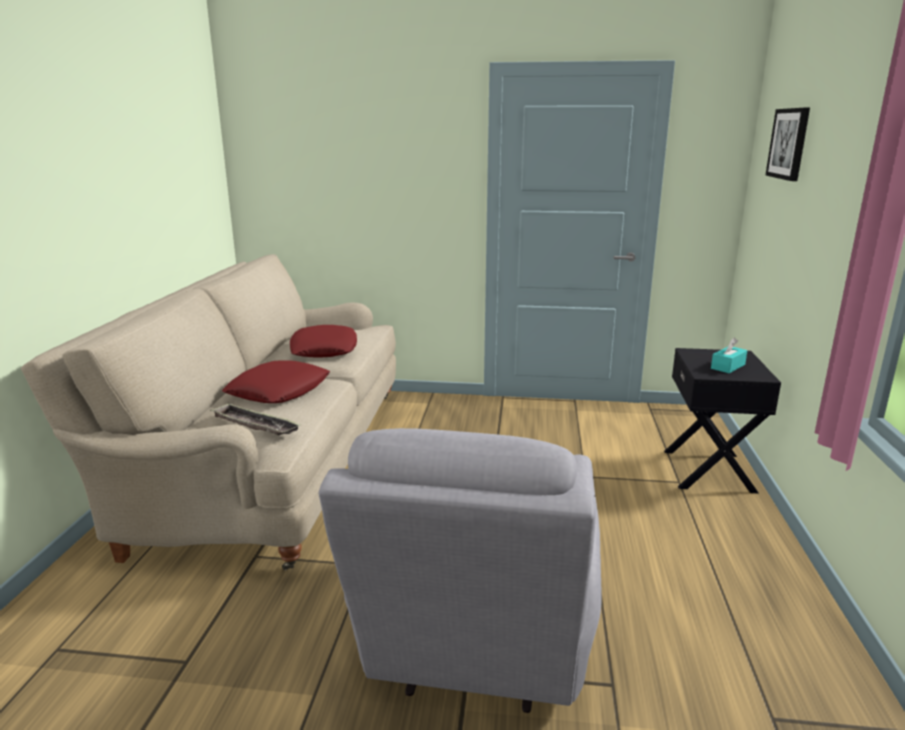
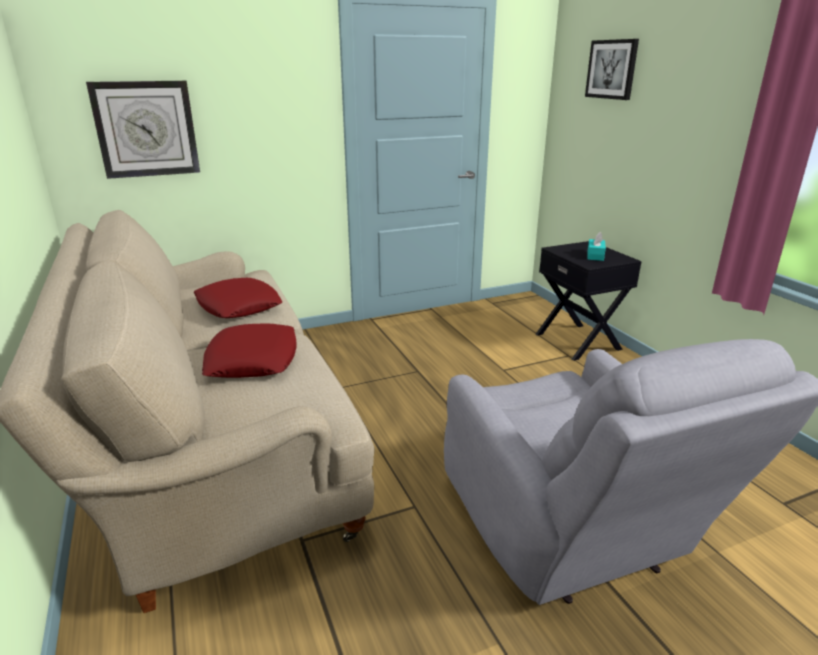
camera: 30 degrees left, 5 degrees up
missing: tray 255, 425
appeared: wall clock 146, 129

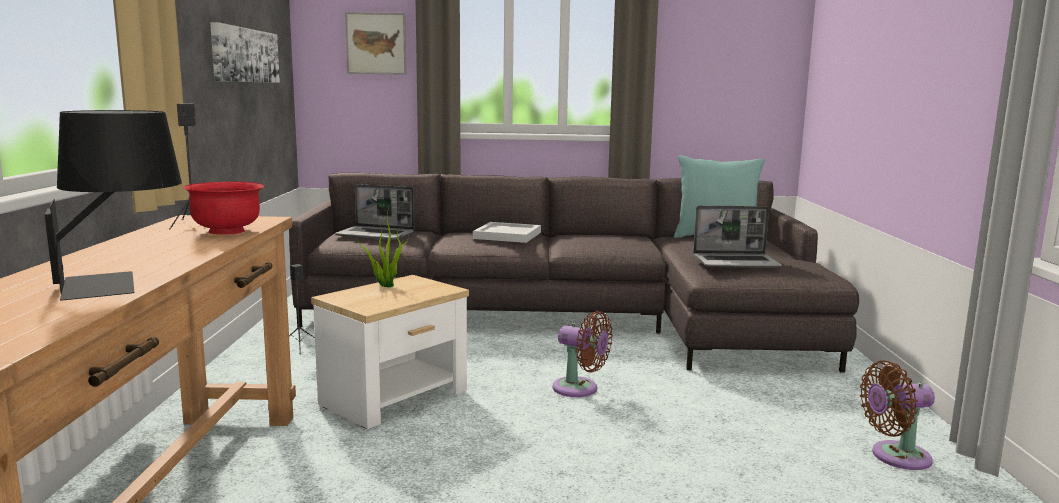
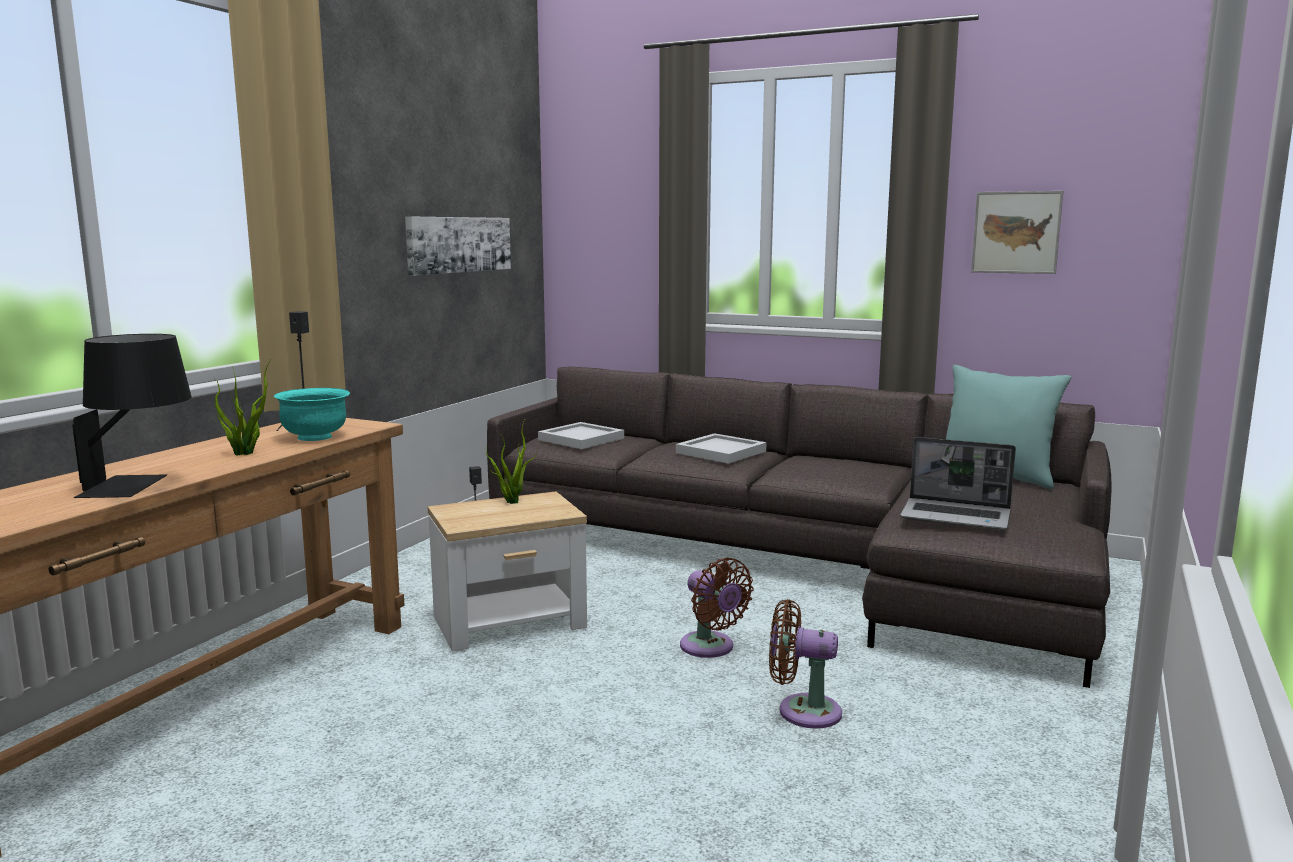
camera: 25 degrees right, 0 degrees up
appeared: potted plant 247, 453
relocated: picture 376, 43 to 1016, 232; brown fan 895, 457 to 802, 711
exchanged: laptop 376, 234 to white tray 582, 439
colour: red bowl 227, 231 to turquoise bowl 315, 437

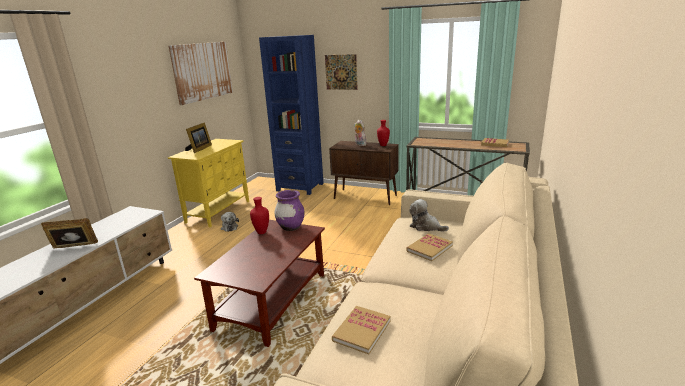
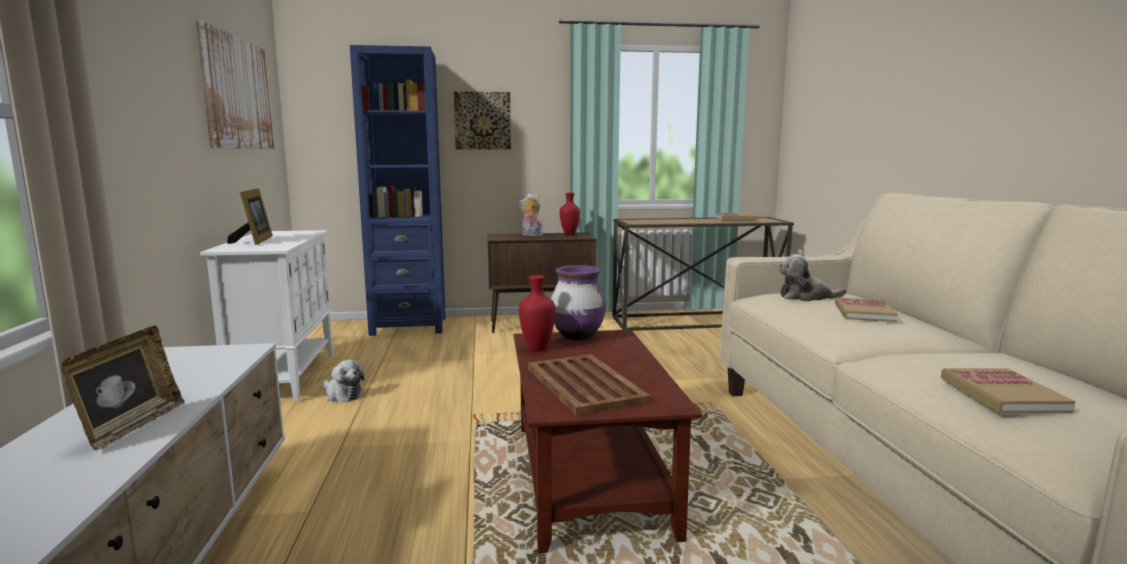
camera: 30 degrees left, 10 degrees down
appeared: brown tray 584, 384
colour: yellow cabinet 219, 211 to white cabinet 284, 377
spun: picture frame 74, 248 = 131, 426 135 degrees clockwise

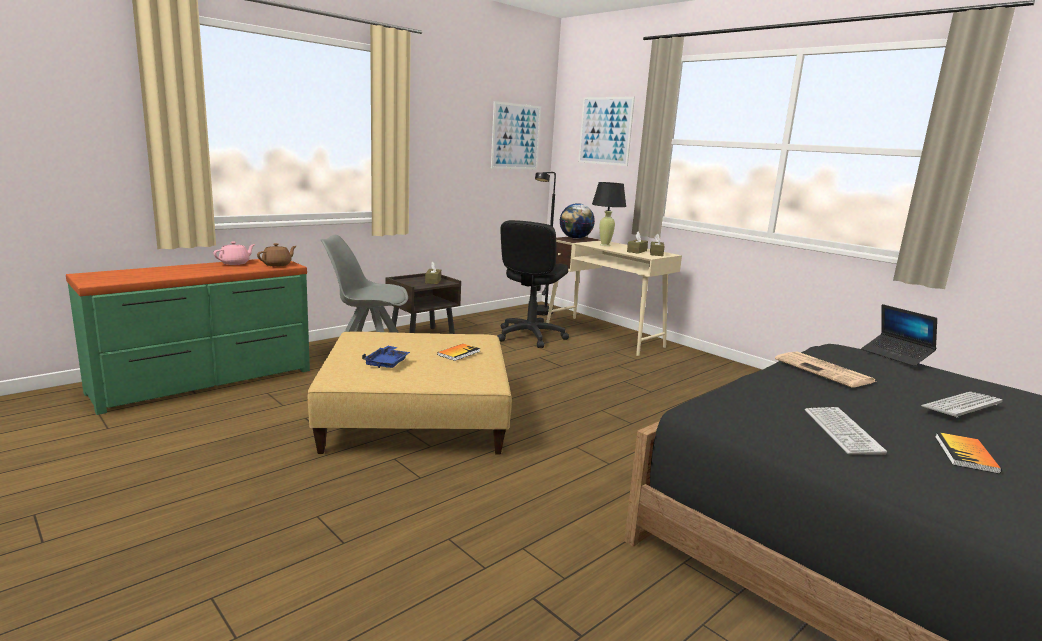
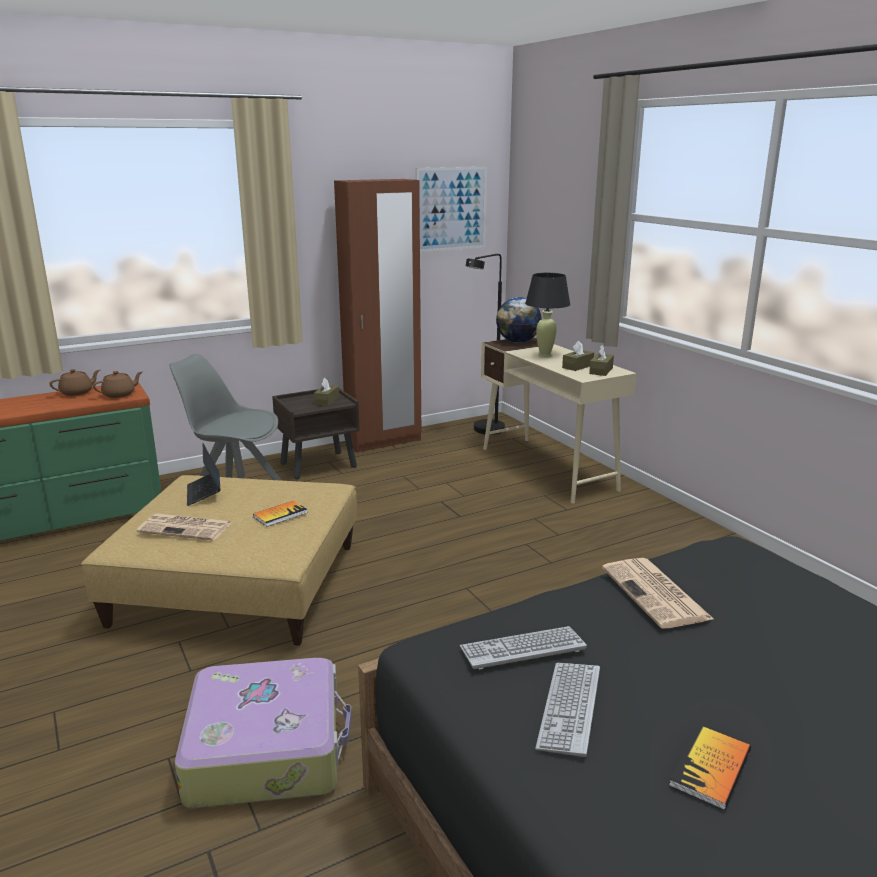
camera: 15 degrees right, 5 degrees up
missing: picture 605, 131; black office chair 530, 336
appeared: brown wardrobe 384, 442; suitcase 267, 748
relocated: laptop 896, 355 to 204, 493; keyboard 961, 405 to 522, 648
exchanged: blue tray 387, 363 to newspaper 187, 528
colour: pink teapot 235, 263 to brown teapot 77, 392

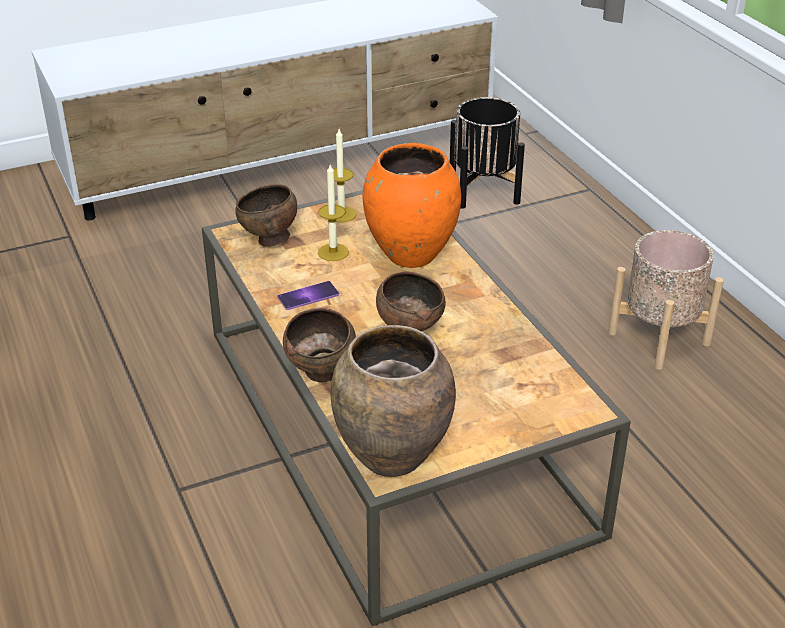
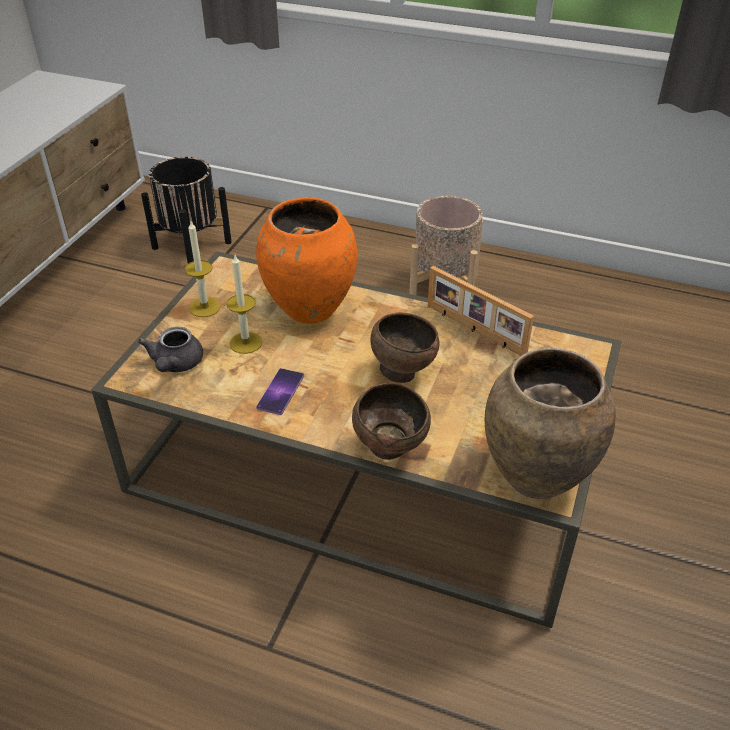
camera: 45 degrees left, 5 degrees up
appeared: picture frame 474, 330
exchanged: brown bowl 269, 241 to grey teapot 175, 365

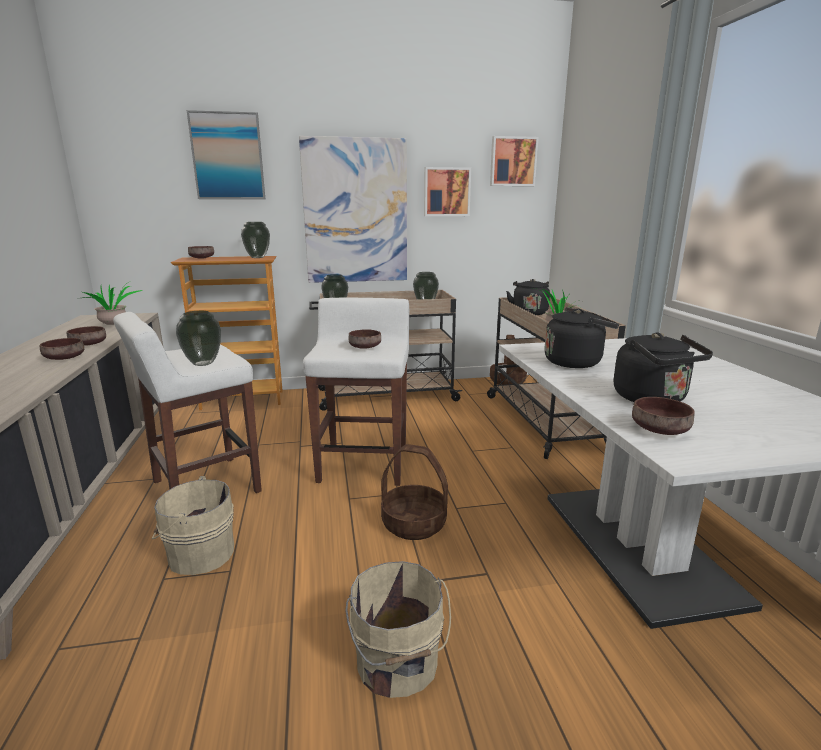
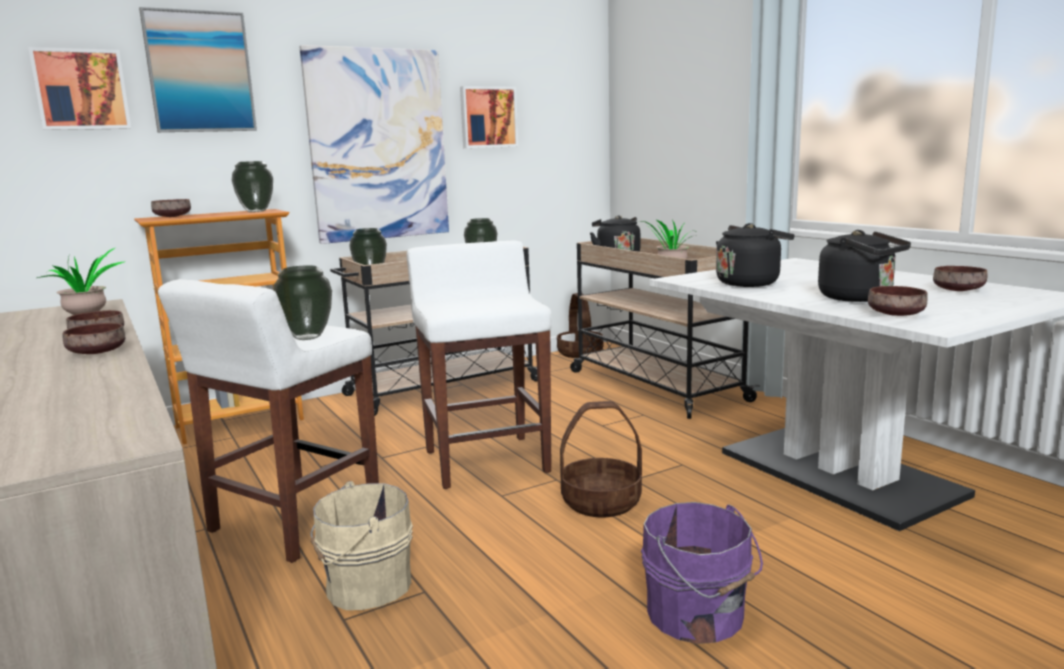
camera: 20 degrees left, 5 degrees down
relocated: picture 512, 161 to 81, 90; brown bowl 365, 347 to 957, 290
colour: beige bucket 397, 664 to purple bucket 698, 617

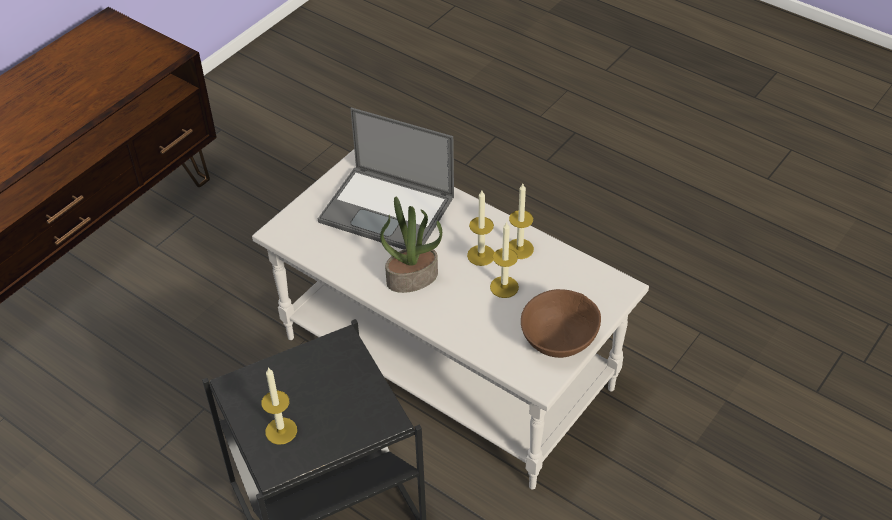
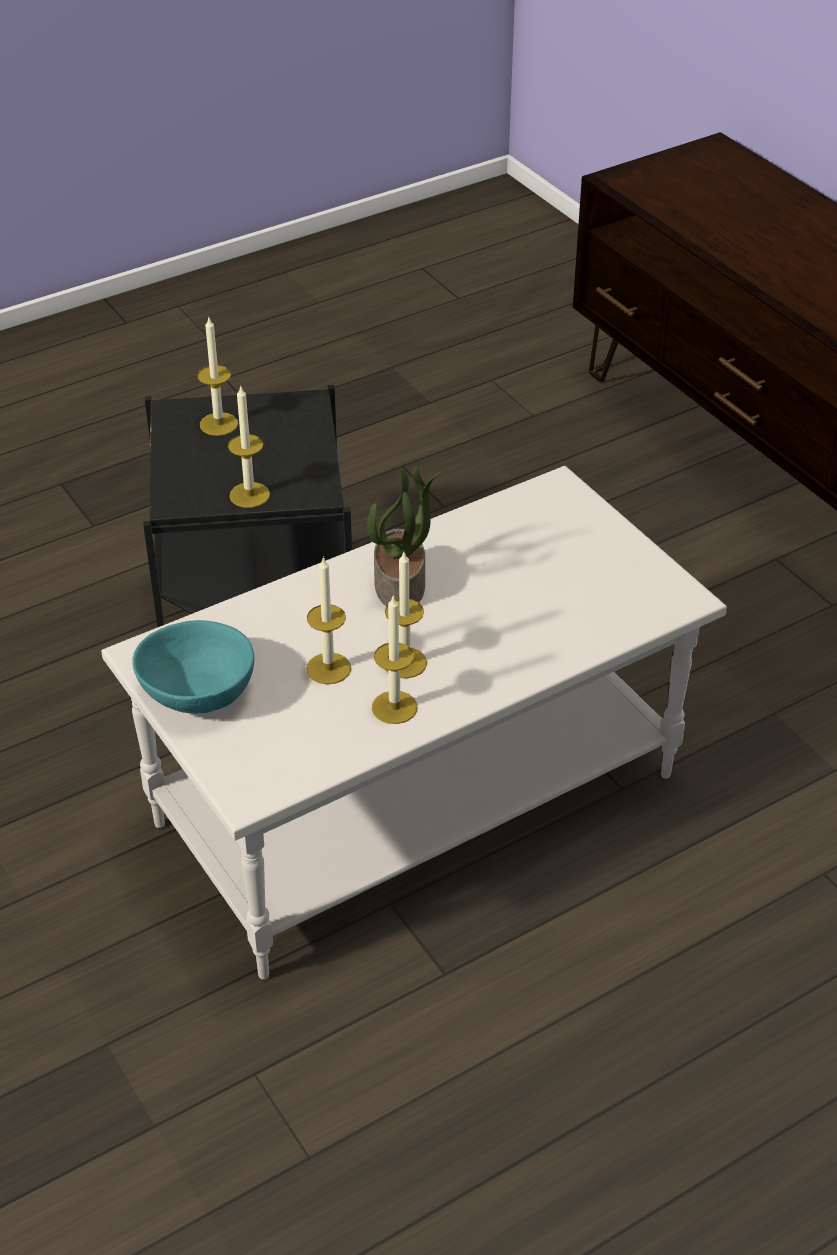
camera: 110 degrees right, 5 degrees down
missing: laptop 388, 209
appeared: candle 249, 495
colour: brown bowl 559, 338 to turquoise bowl 199, 694

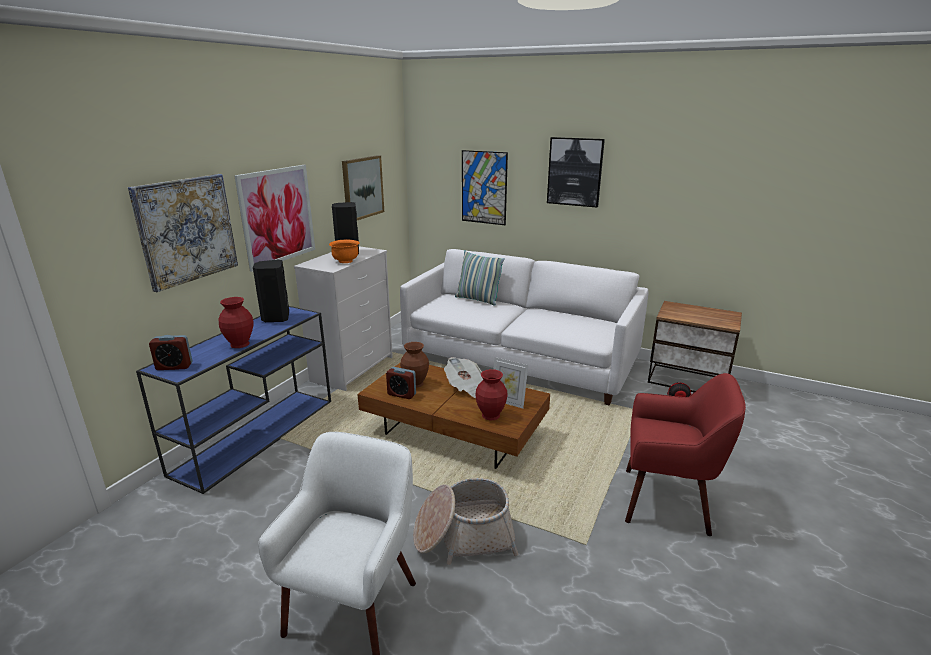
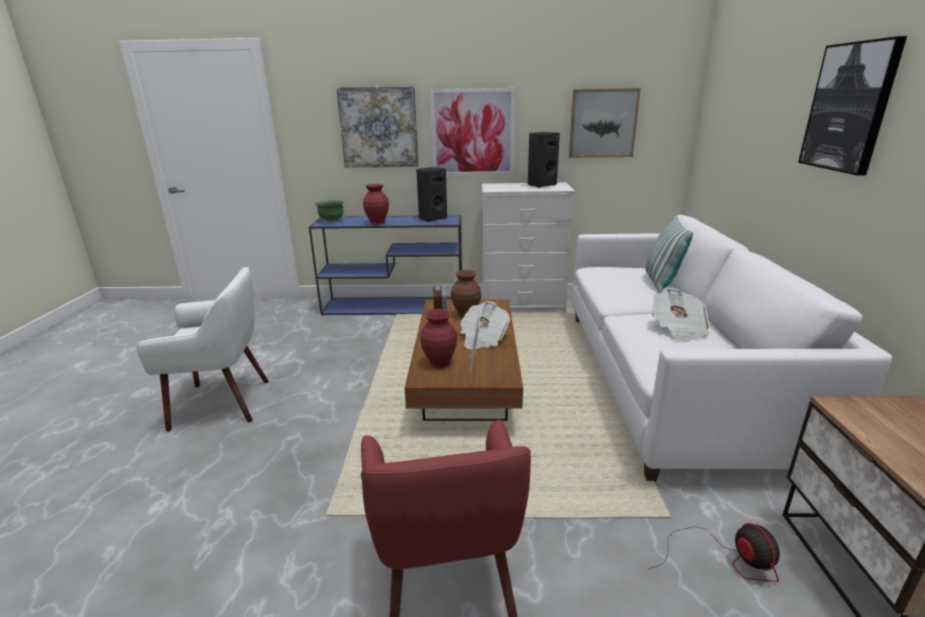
camera: 65 degrees right, 0 degrees up
missing: picture 484, 187; orange bowl 346, 261; basket 464, 535
appeared: newspaper 678, 329
exchanged: alarm clock 174, 366 to green bowl 331, 220

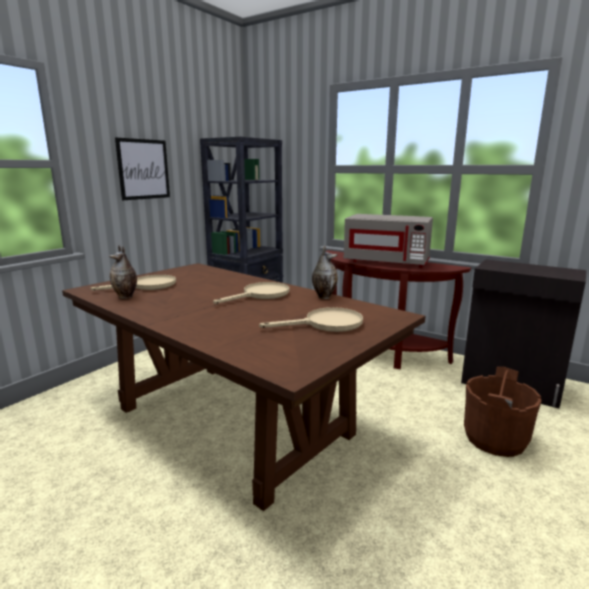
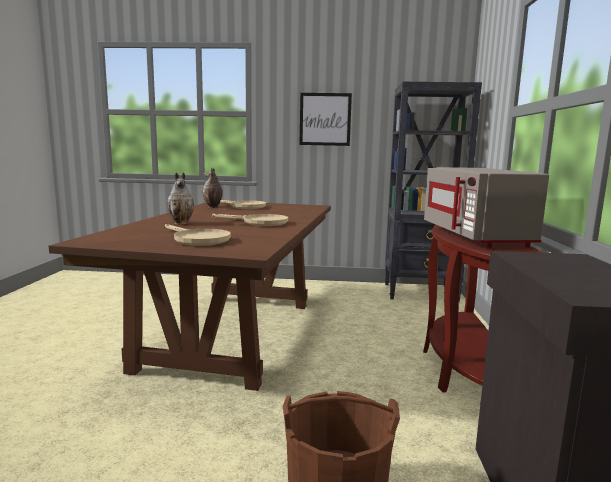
camera: 60 degrees right, 5 degrees down
relocated: vase 324, 296 to 182, 223

